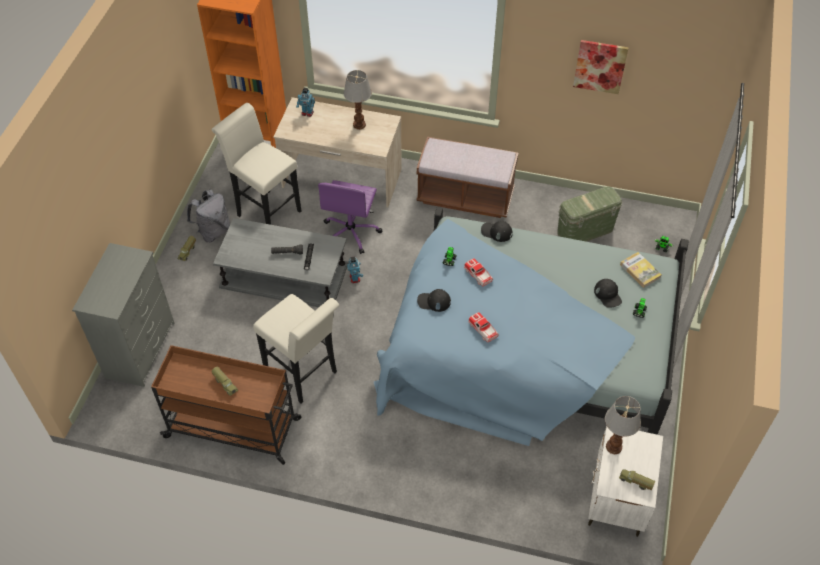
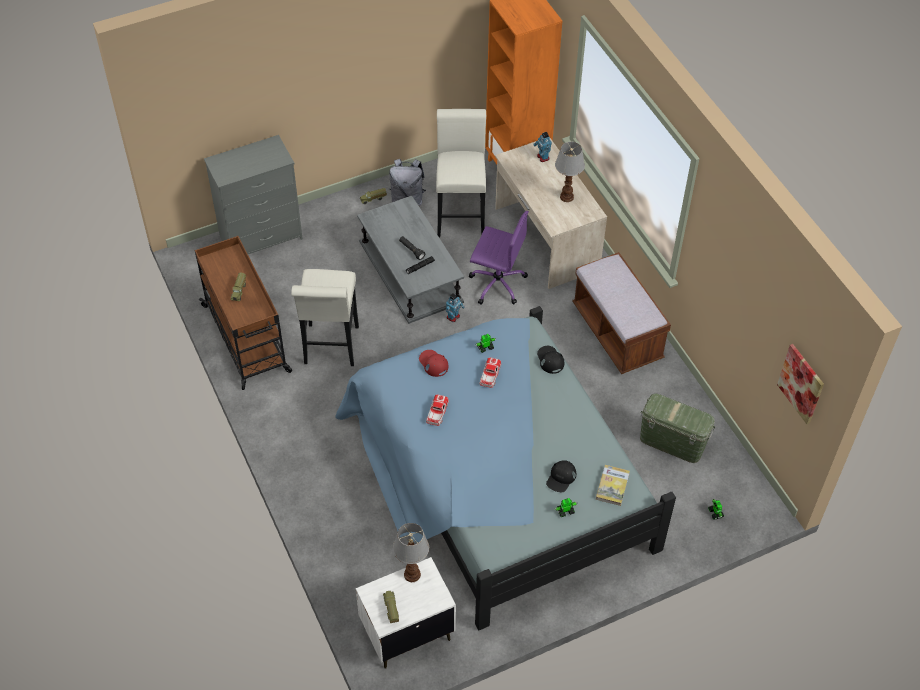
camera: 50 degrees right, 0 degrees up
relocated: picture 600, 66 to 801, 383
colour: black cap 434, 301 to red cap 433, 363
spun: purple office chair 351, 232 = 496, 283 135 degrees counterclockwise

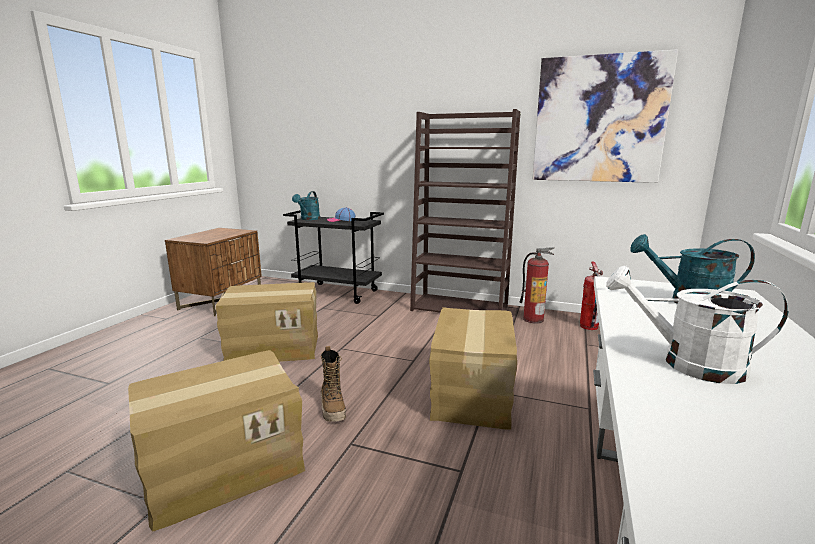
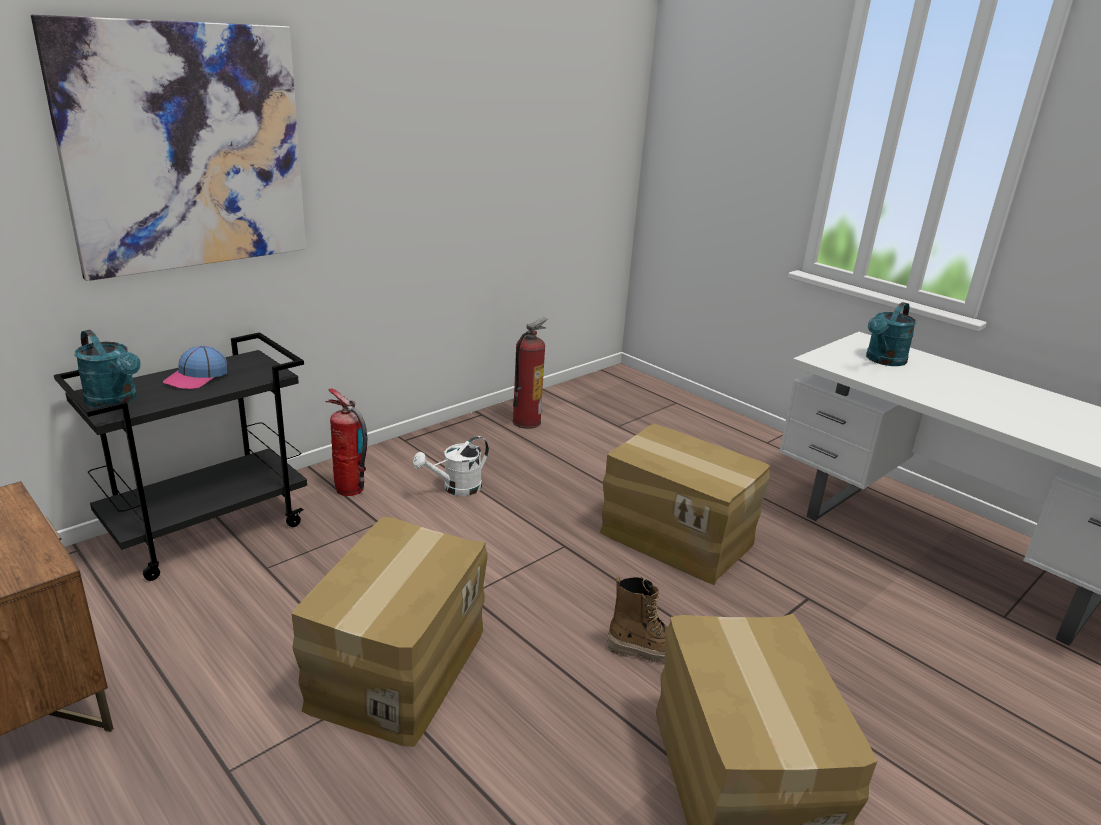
camera: 65 degrees left, 10 degrees up
missing: brown bookcase 460, 308
relocated: picture 599, 120 to 187, 148; fire extinguisher 588, 327 to 350, 489; white watering can 687, 363 to 456, 488

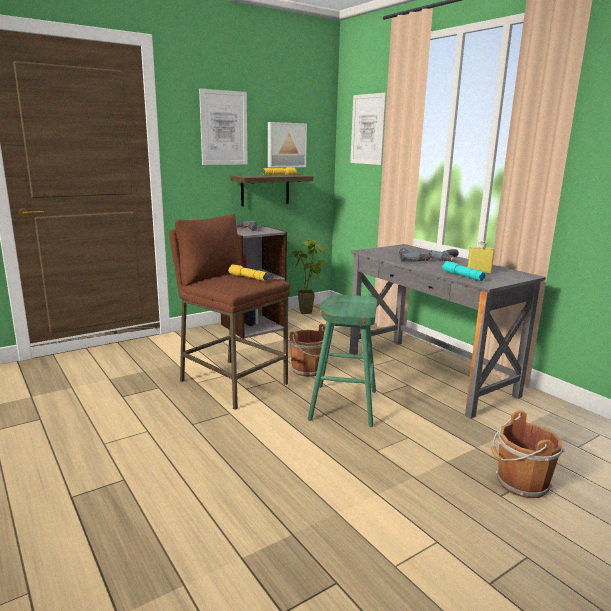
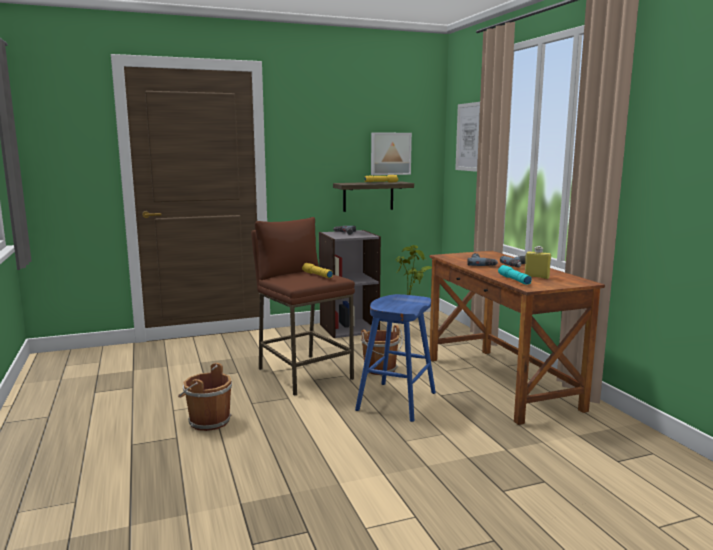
camera: 15 degrees right, 5 degrees down
missing: picture 224, 128
relocated: brown bucket 520, 483 to 207, 421
colour: grey desk 429, 374 to brown desk 501, 383; green stool 343, 405 to blue stool 396, 401

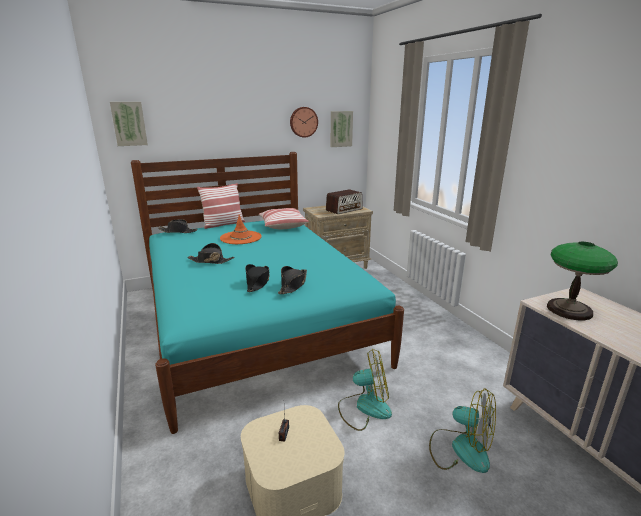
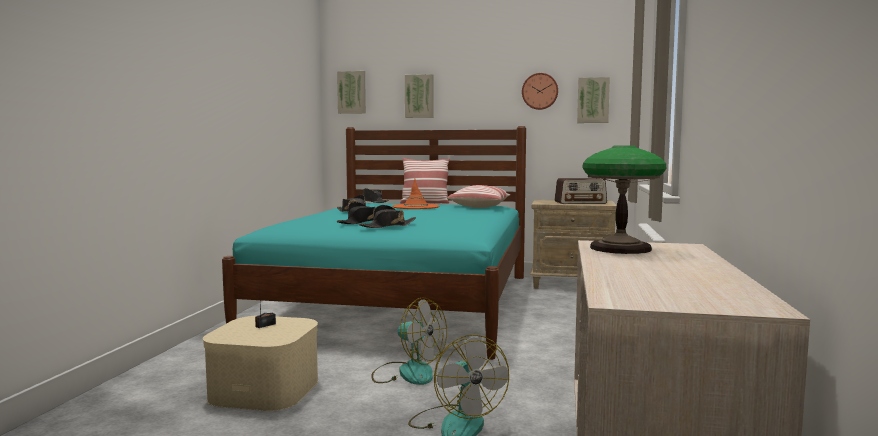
camera: 35 degrees right, 15 degrees down
appeared: picture 419, 96

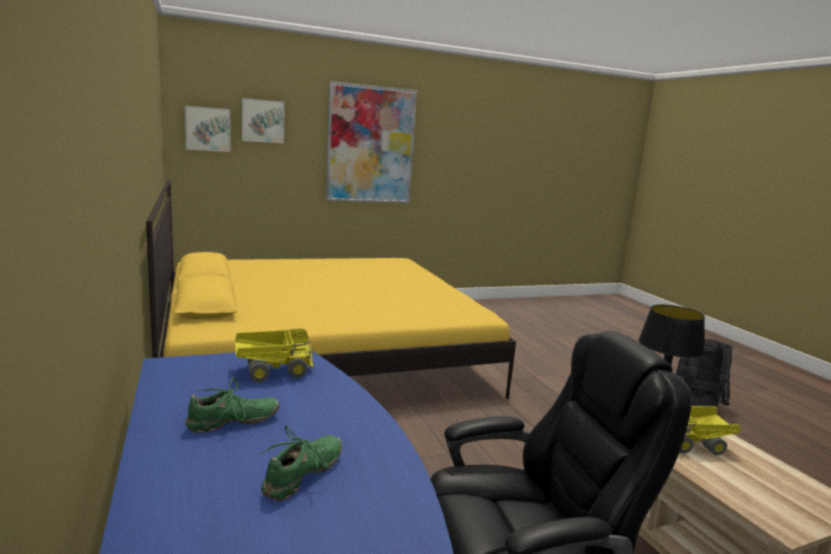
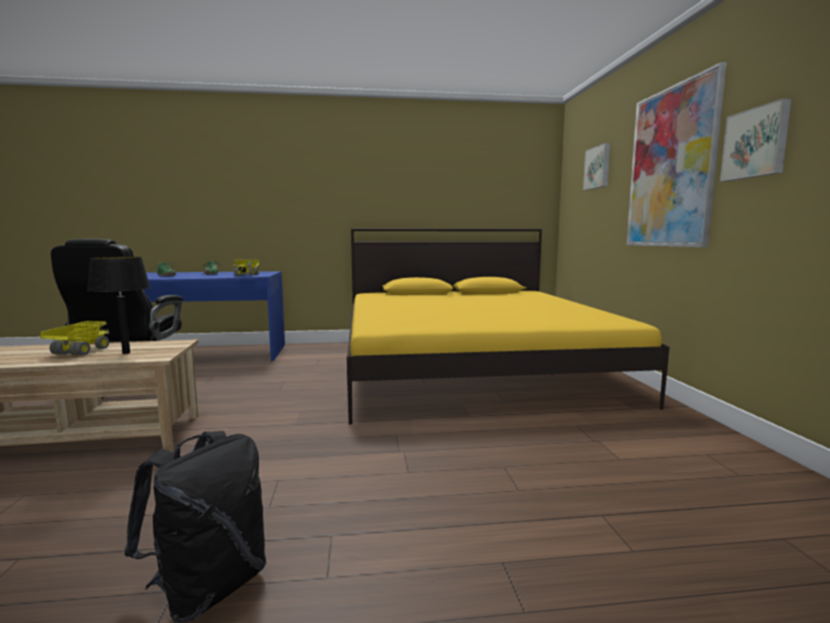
camera: 105 degrees right, 5 degrees down
relocated: picture 208, 129 to 756, 143

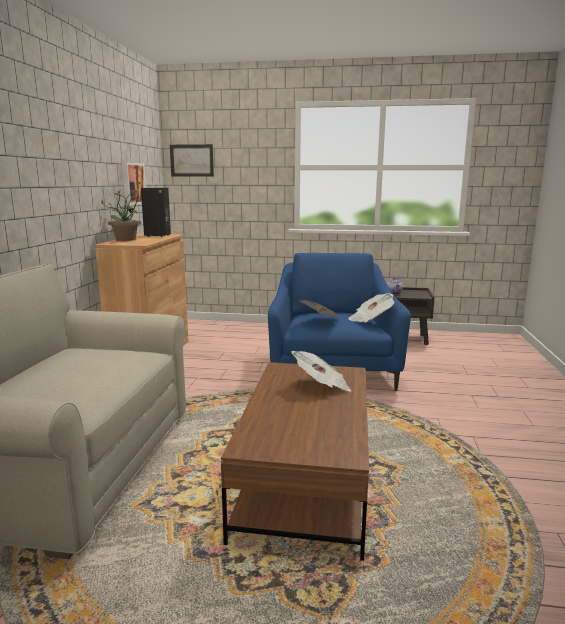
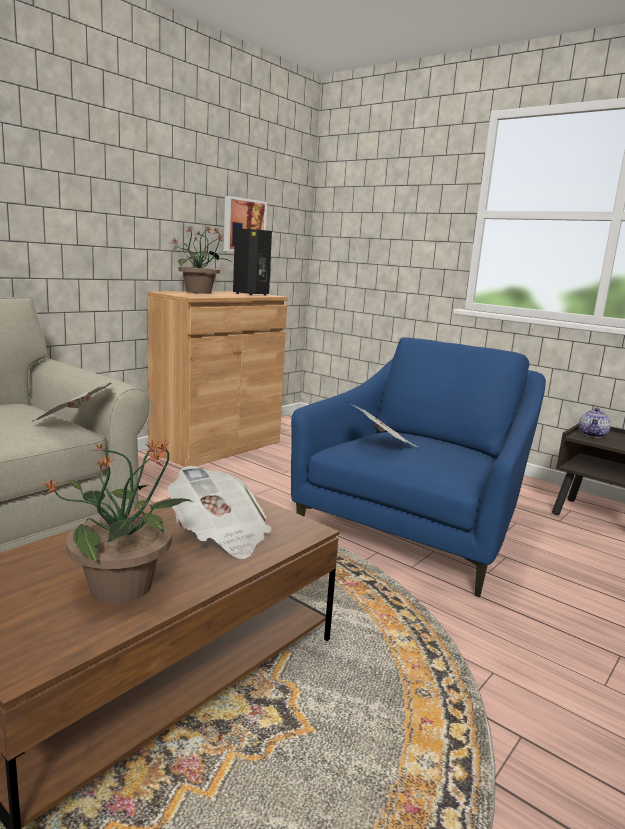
camera: 30 degrees right, 0 degrees up
missing: picture 191, 160
appeared: potted plant 123, 586
relocated: newspaper 370, 319 to 72, 422

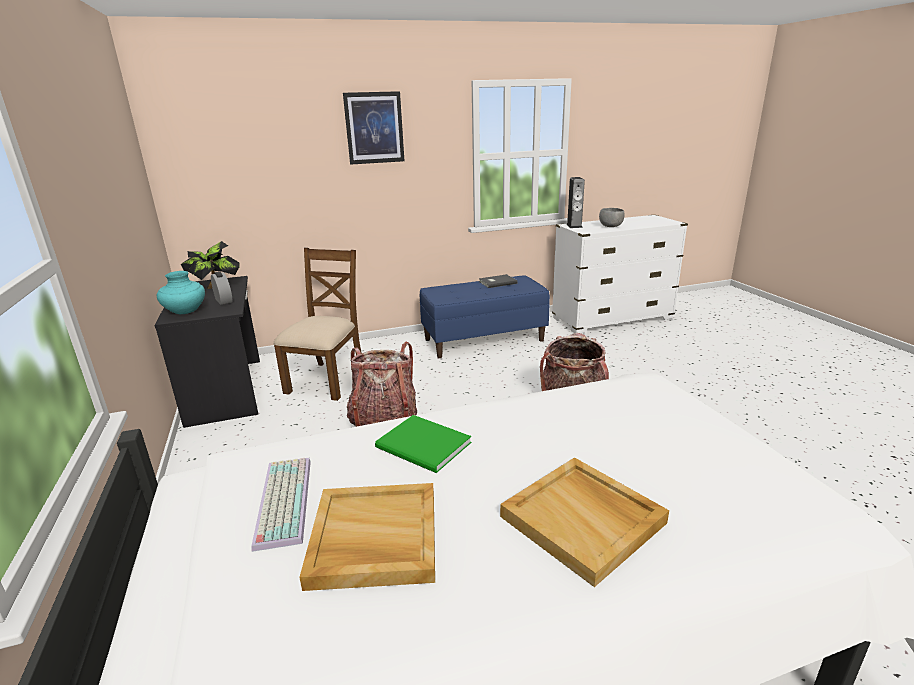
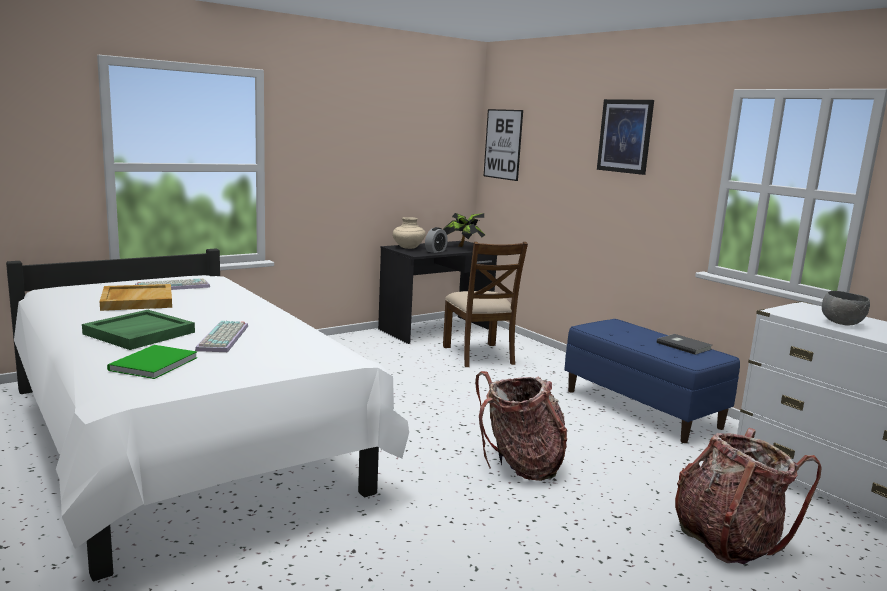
camera: 70 degrees right, 10 degrees down
missing: speaker 574, 226
appeared: picture 503, 144; keyboard 224, 338
relocated: backpack 384, 422 to 728, 539; green book 424, 447 to 150, 364
colour: turquoise vase 185, 311 to beige vase 408, 247; beige tray 584, 520 to green tray 139, 333
spun: brown chair 328, 380 = 479, 355 75 degrees clockwise

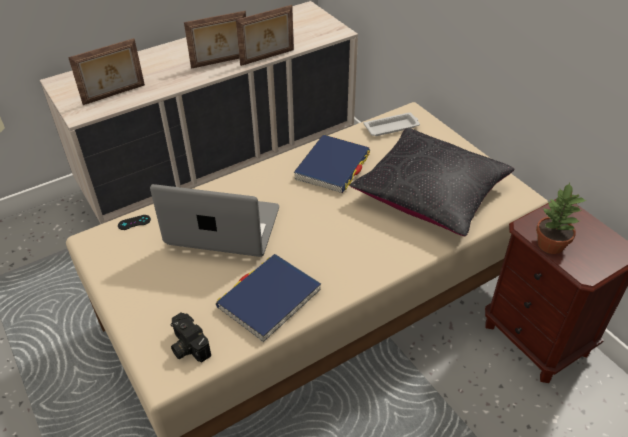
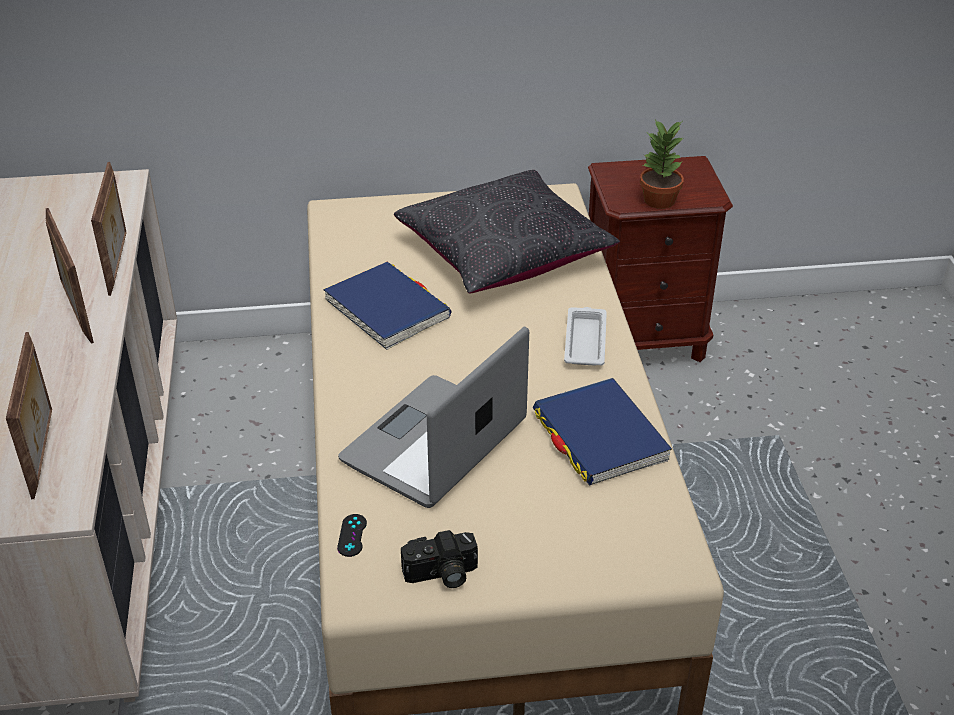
camera: 65 degrees left, 5 degrees down
relocated: white tray 392, 127 to 585, 340; photo camera 187, 346 to 441, 575
spun: picture frame 220, 62 = 76, 312 150 degrees clockwise

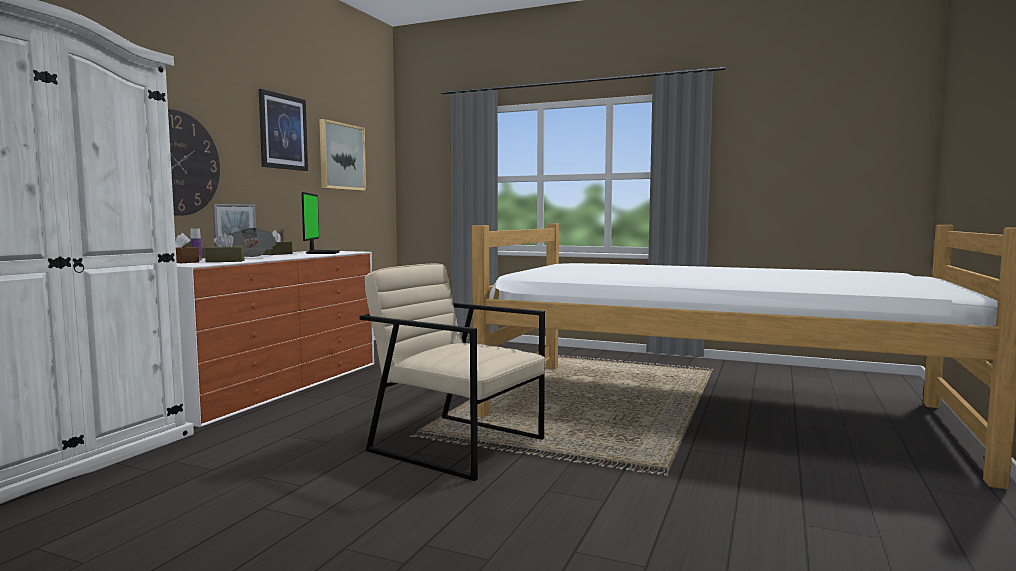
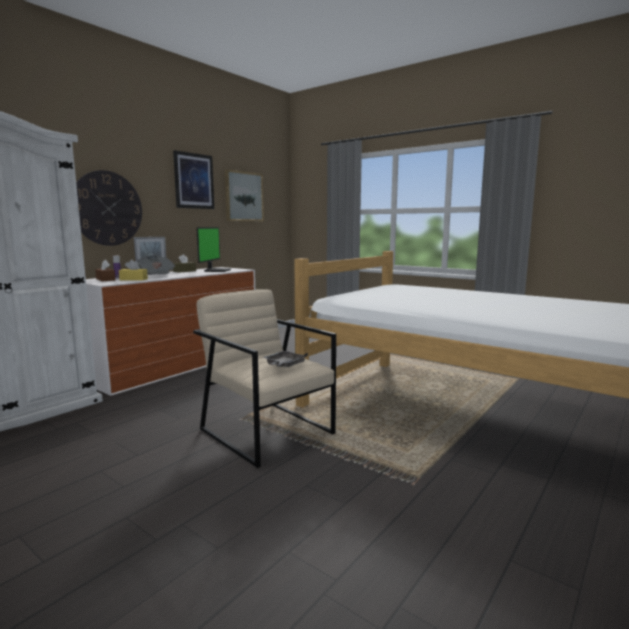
camera: 15 degrees right, 5 degrees up
appeared: grey tray 284, 365
colour: brown tissue box 225, 261 to yellow tissue box 133, 279

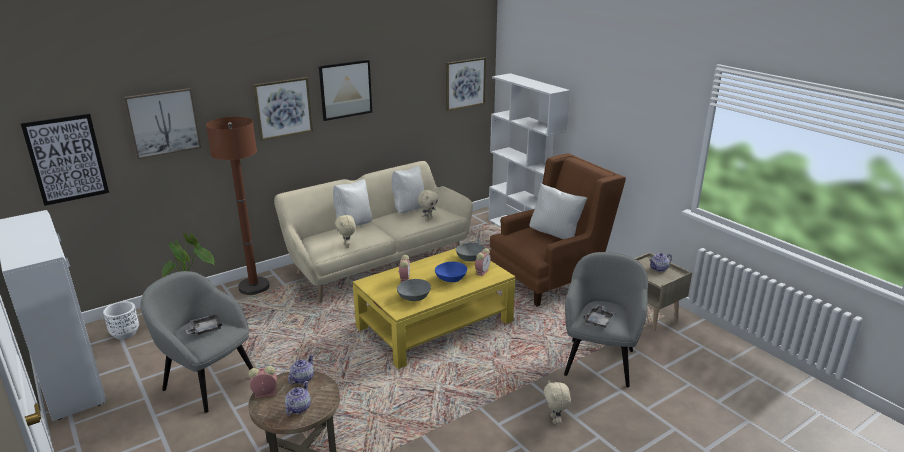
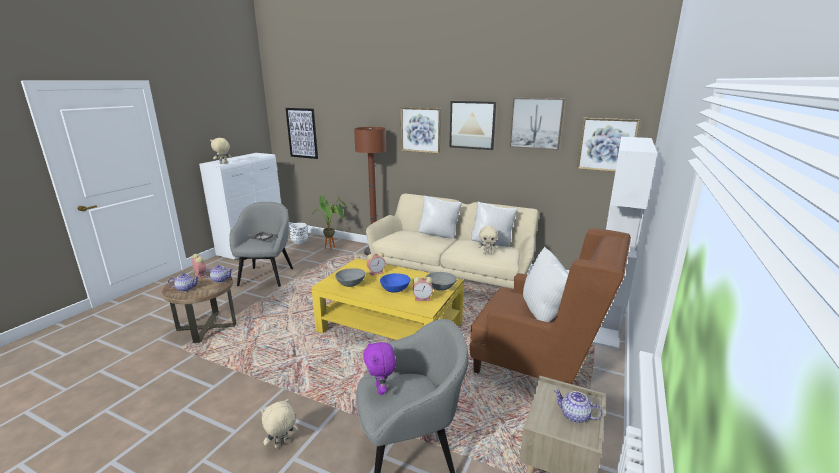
camera: 60 degrees right, 5 degrees down
relocated: picture 163, 122 to 536, 123; beige plush toy 347, 246 to 223, 163
exchanged: grey tray 599, 320 to purple plush toy 381, 390

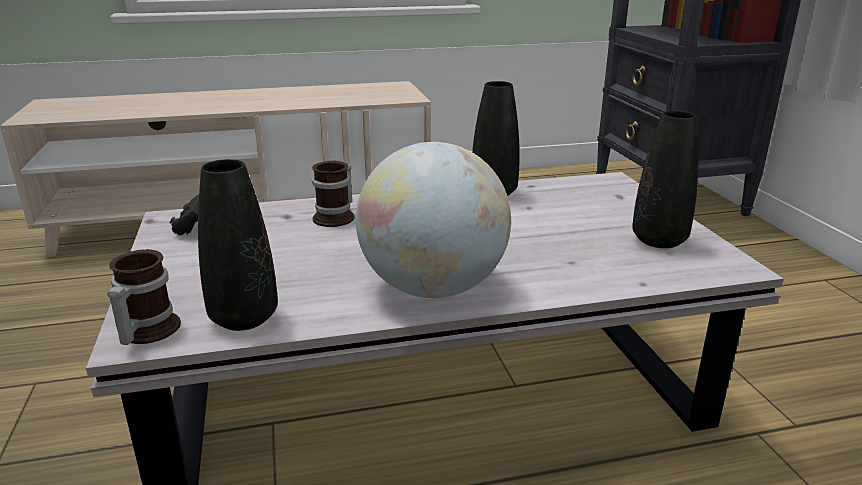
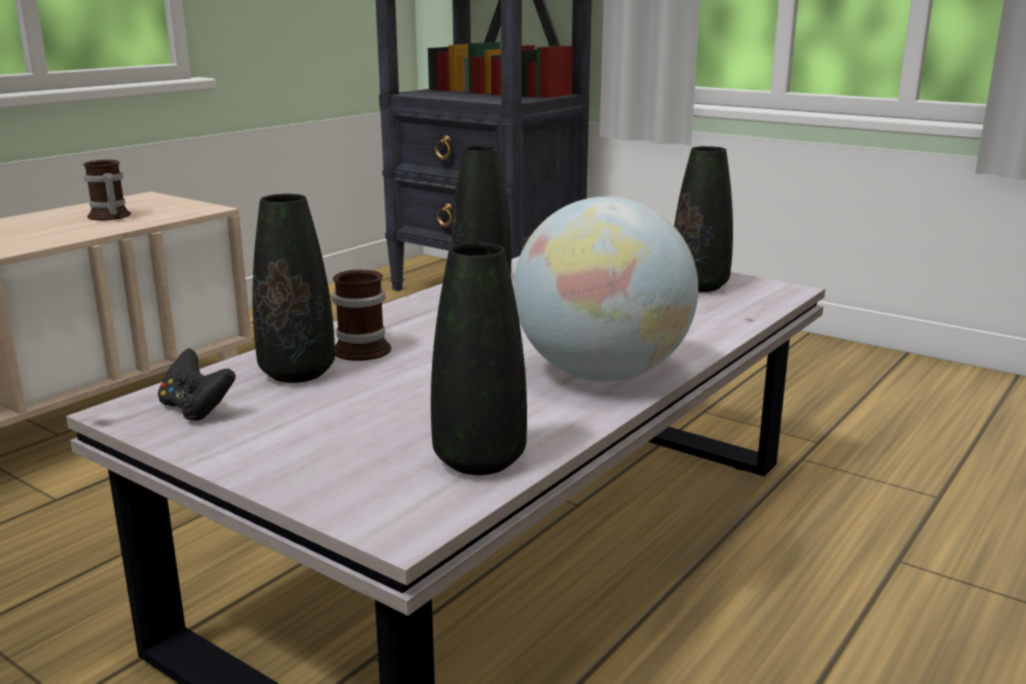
camera: 40 degrees left, 5 degrees down
appeared: black vase 297, 373
relocated: mug 144, 331 to 108, 217

